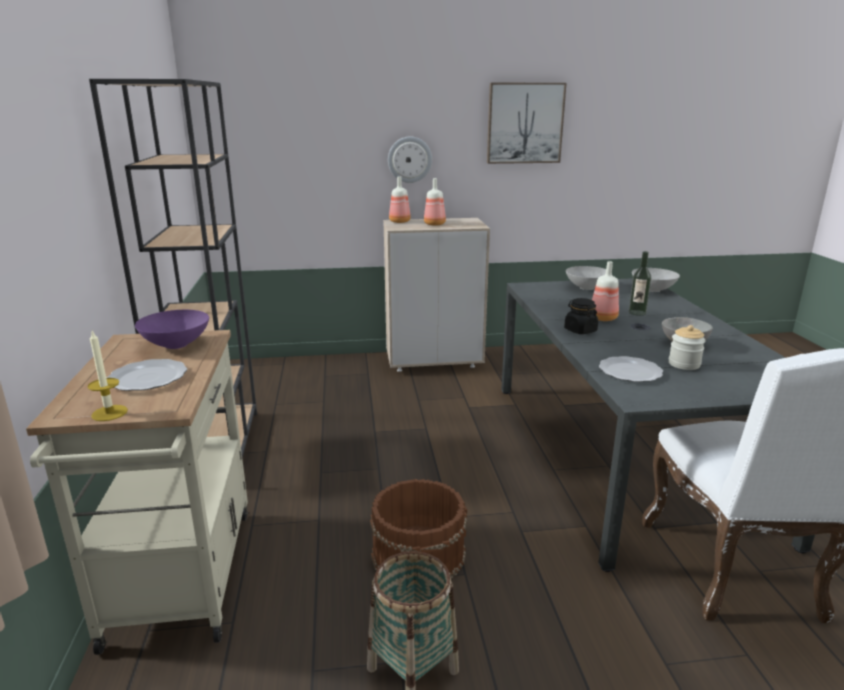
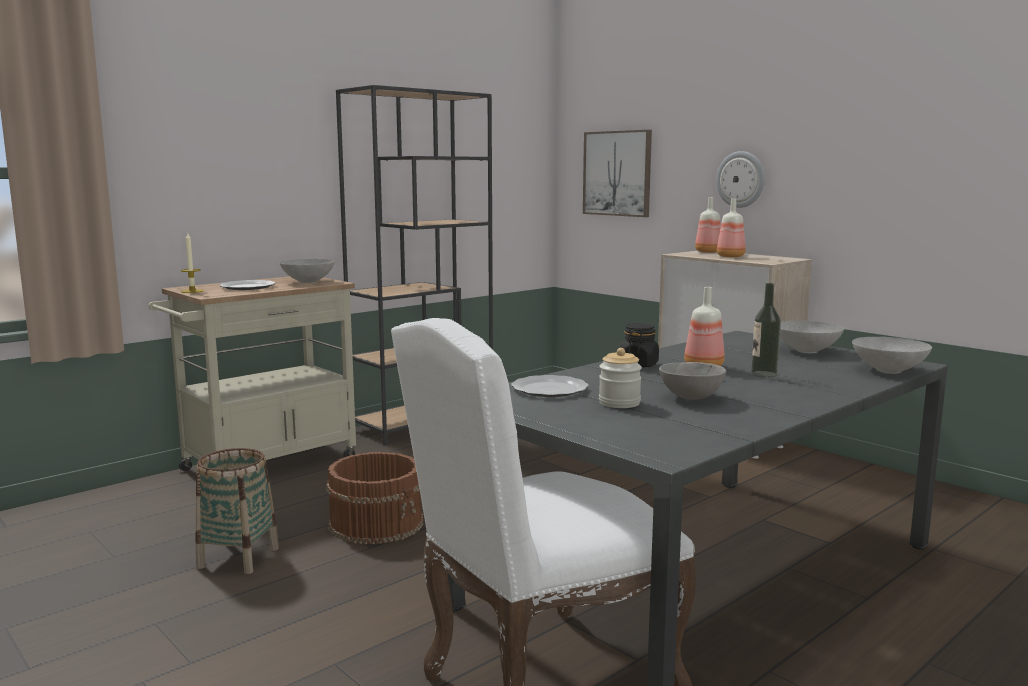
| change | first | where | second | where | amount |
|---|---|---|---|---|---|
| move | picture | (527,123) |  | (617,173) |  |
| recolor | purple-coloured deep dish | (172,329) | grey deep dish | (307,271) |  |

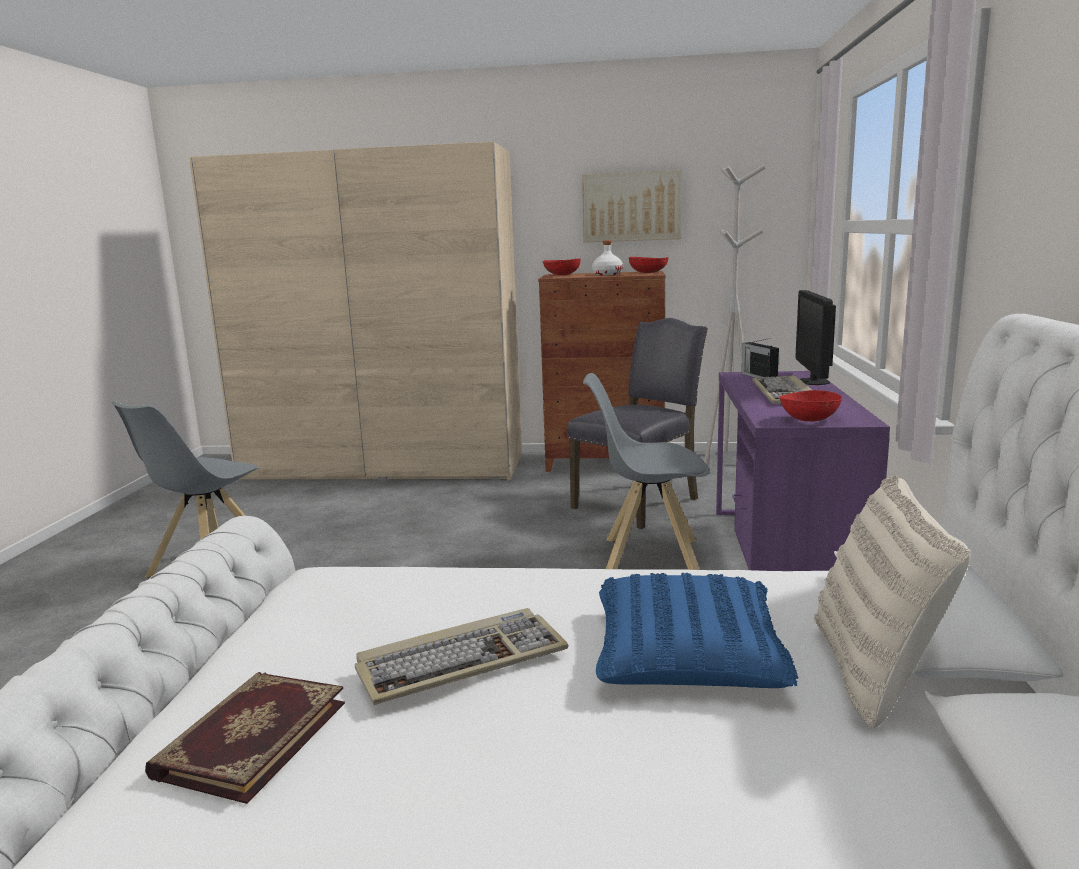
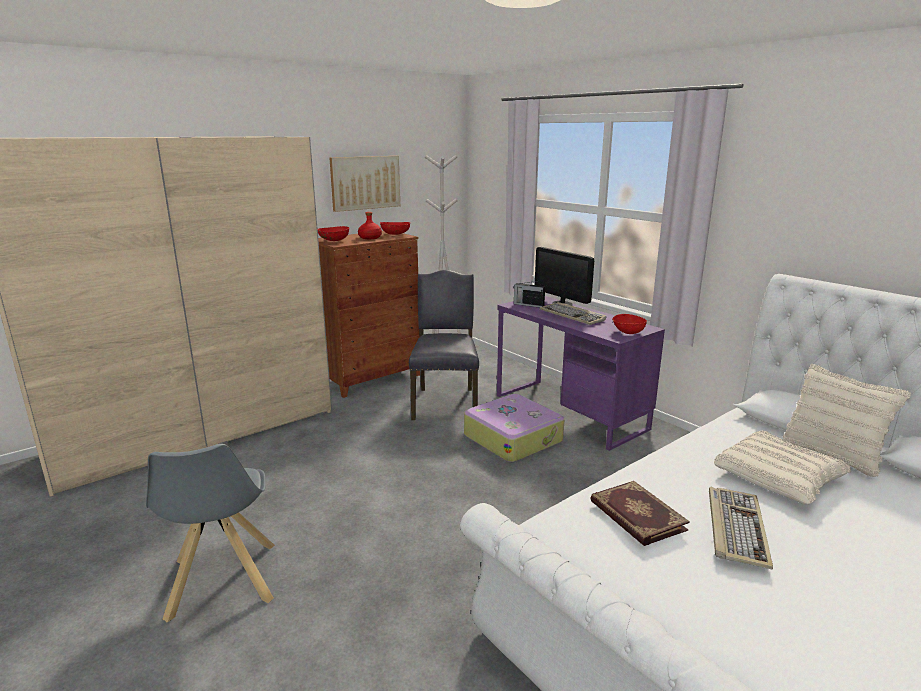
| change | first | where | second | where | amount |
|---|---|---|---|---|---|
| move | volume | (245,738) |  | (640,513) |  |
| replace | grey plain chair | (646,471) | suitcase | (514,428) |  |
| recolor | white drink bottle | (607,257) | reddish drink bottle | (370,225) |  |
| recolor | blue throw pillow | (697,630) | sand-coloured throw pillow | (782,467) |  |

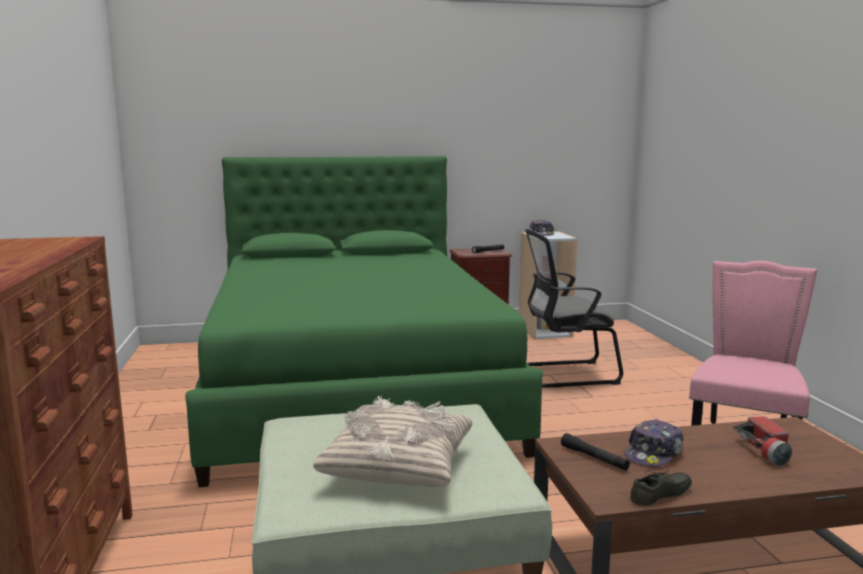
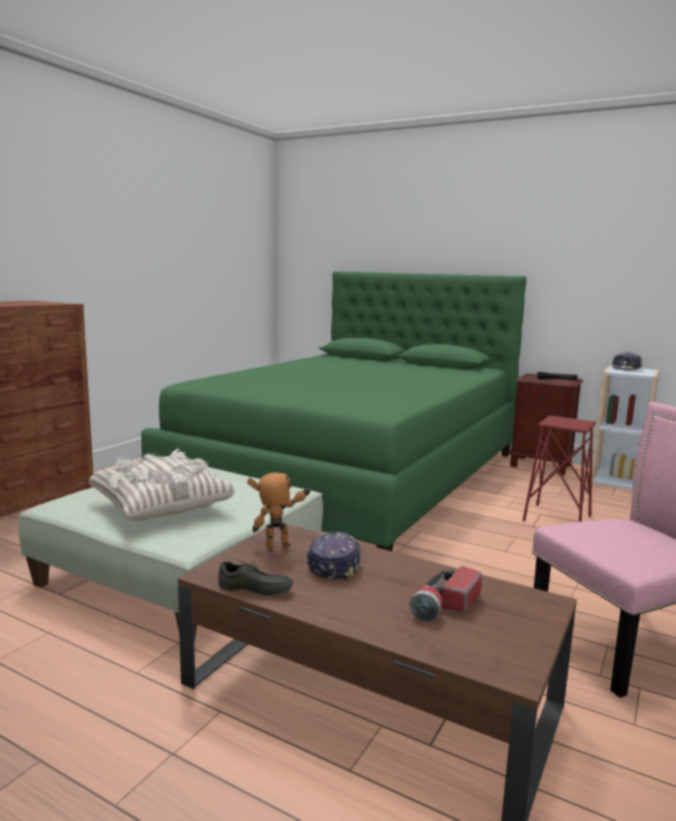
| change | first | where | second | where | amount |
|---|---|---|---|---|---|
| replace | plain chair | (574,308) | reddish sitting stool | (559,469) |  |
| replace | black-coloured hand torch | (595,452) | toy robot | (279,510) |  |
| rotate | cap | (654,443) |  | (334,556) | 105 degrees clockwise |

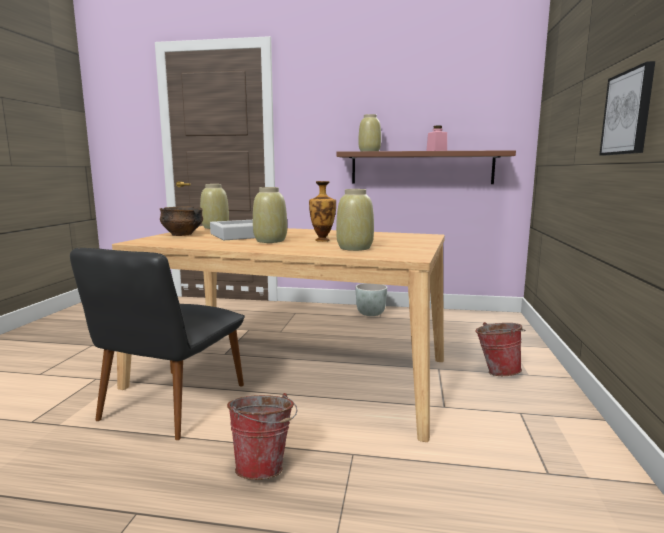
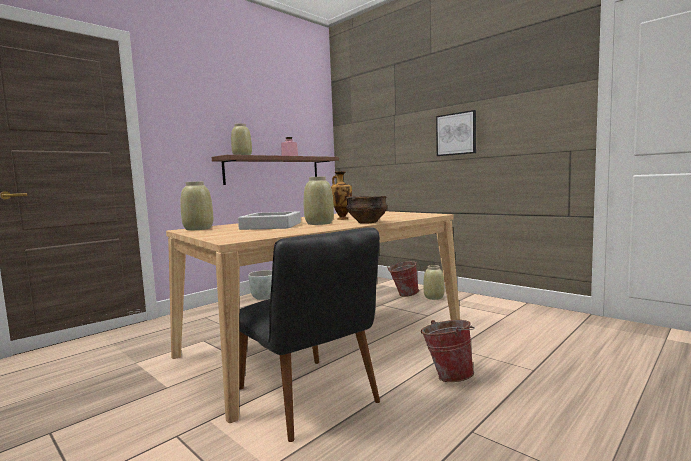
| change | first | where | second | where | amount |
|---|---|---|---|---|---|
| move | deep dish | (181,221) |  | (366,210) |  |
| move | sand-coloured decorative vase | (355,220) |  | (434,282) |  |

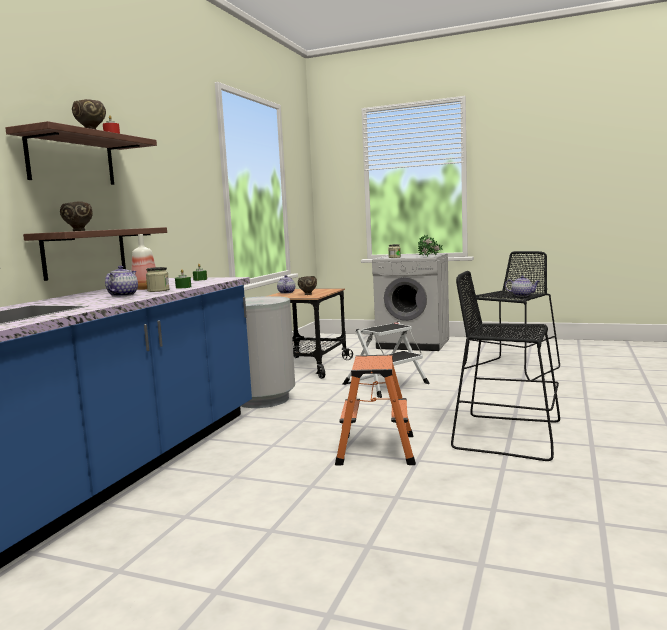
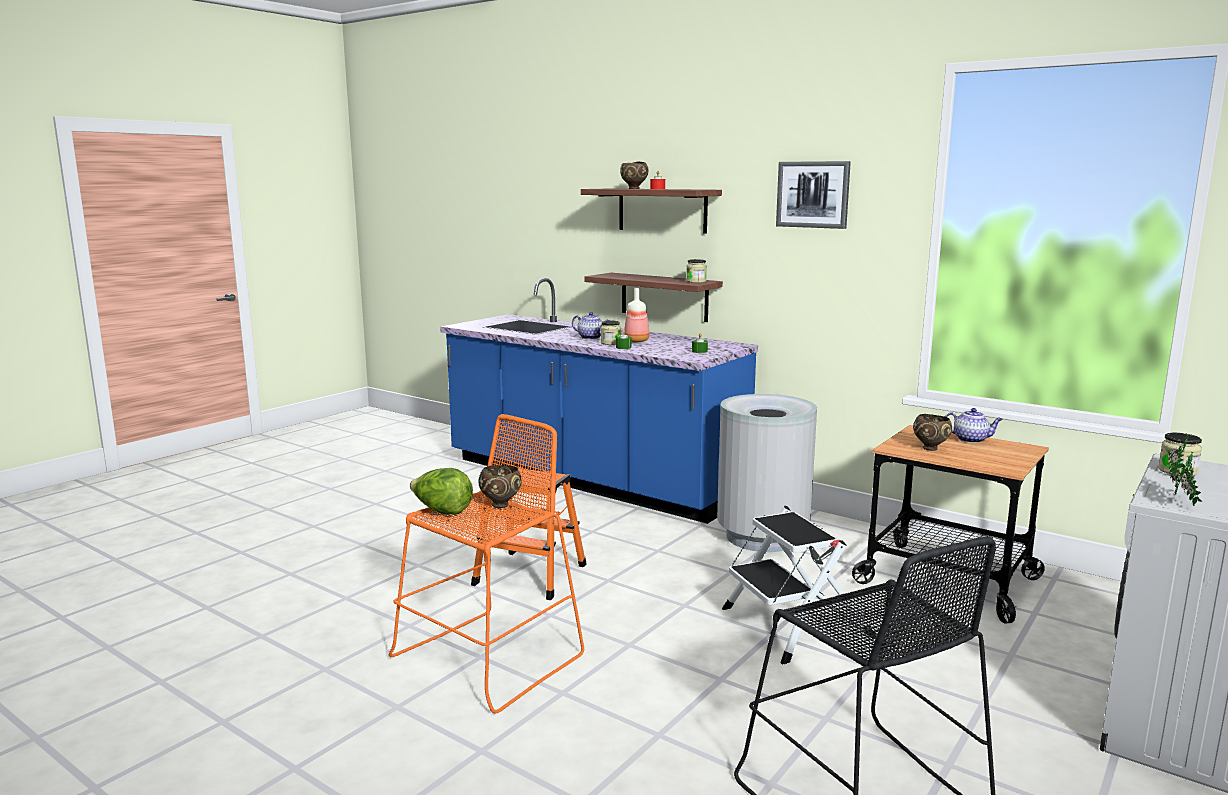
| change | first | where | second | where | amount |
|---|---|---|---|---|---|
| delete | pot for tea | (522,286) |  |  |  |
| insert |  |  | lettuce | (441,491) |  |
| insert |  |  | jar | (696,271) |  |
| insert |  |  | picture | (813,195) |  |
| move | brown-coloured deep dish | (76,216) |  | (500,486) |  |
| recolor | black-coloured sitting stool | (505,366) | orange sitting stool | (486,563) |  |

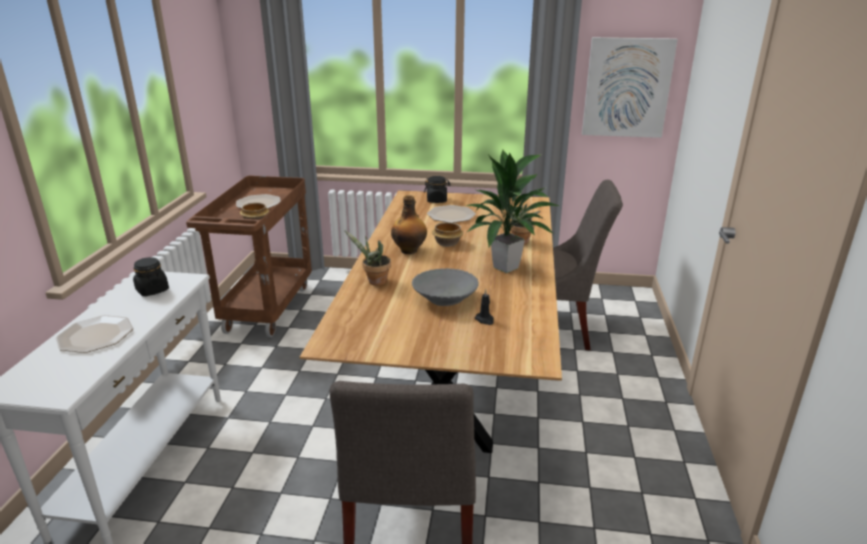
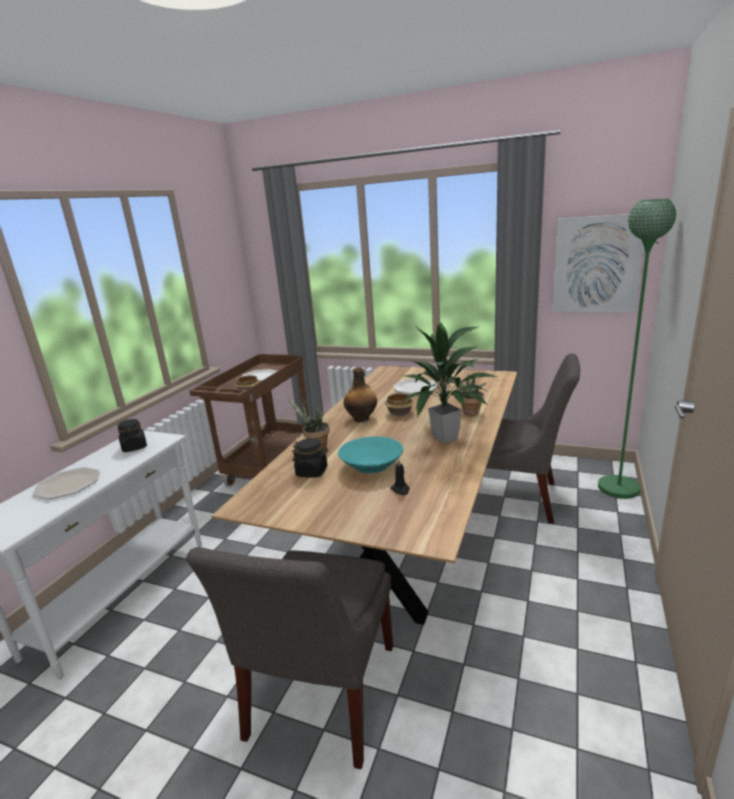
| change | first | where | second | where | amount |
|---|---|---|---|---|---|
| insert |  |  | green standing lamp | (637,349) |  |
| move | black-coloured jar | (437,189) |  | (310,458) |  |
| recolor | grey deep dish | (445,287) | turquoise deep dish | (370,454) |  |

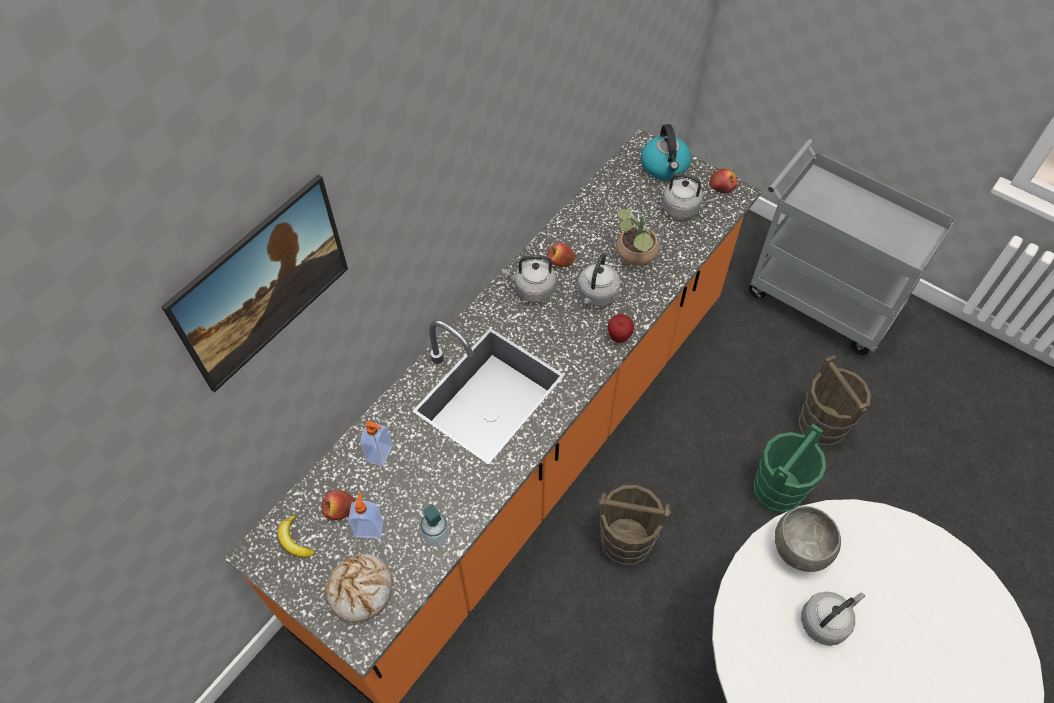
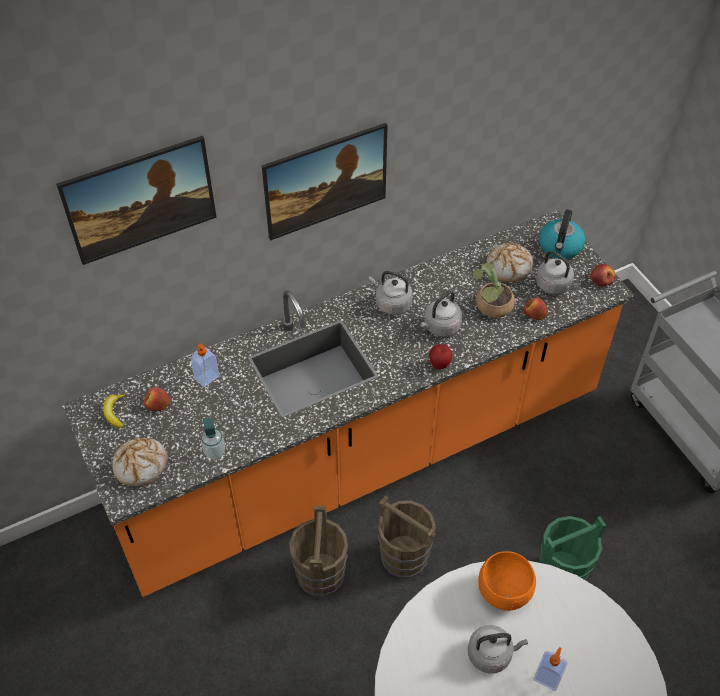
| change | first | where | second | where | amount |
|---|---|---|---|---|---|
| insert |  |  | picture | (325,182) |  |
| insert |  |  | baked bread | (510,262) |  |
| move | soap dispenser | (366,516) |  | (550,669) |  |
| move | whole apple | (561,255) |  | (535,308) |  |
| move | brown-coloured water bucket | (834,401) |  | (318,551) |  |
| recolor | grey deep dish | (808,539) | orange deep dish | (507,581) |  |

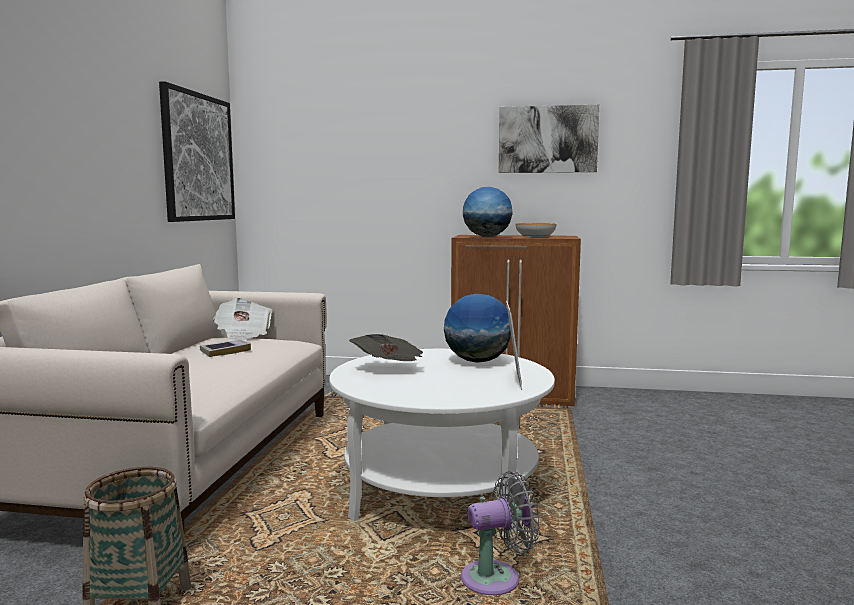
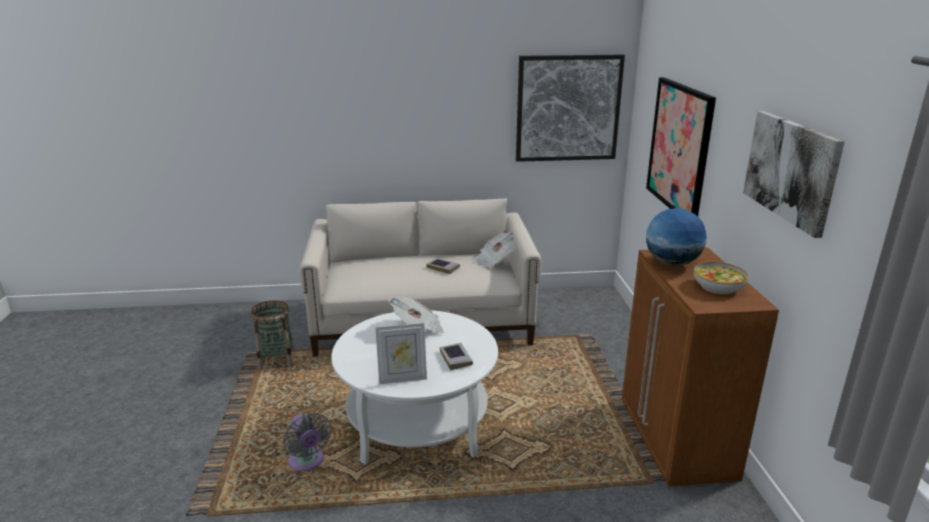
| change | first | where | second | where | amount |
|---|---|---|---|---|---|
| insert |  |  | picture | (681,146) |  |
| replace | desk globe | (477,328) | volume | (456,356) |  |

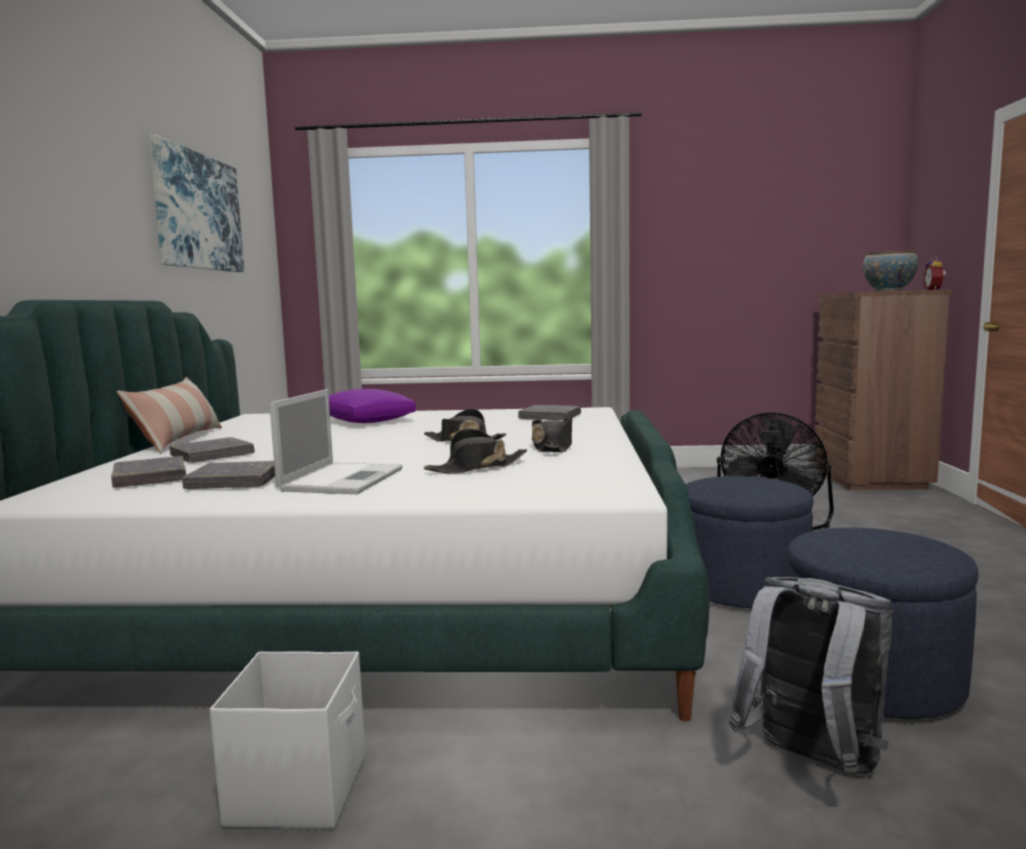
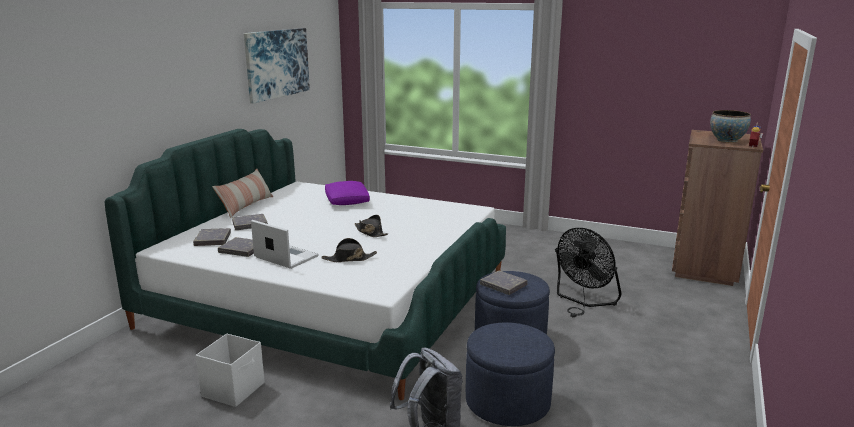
| change | first | where | second | where | amount |
|---|---|---|---|---|---|
| delete | black-coloured wearable hat | (552,433) |  |  |  |
| move | grey volume | (549,412) |  | (503,283) |  |
| rotate | portable computer | (336,441) |  | (284,244) | 90 degrees counterclockwise |

